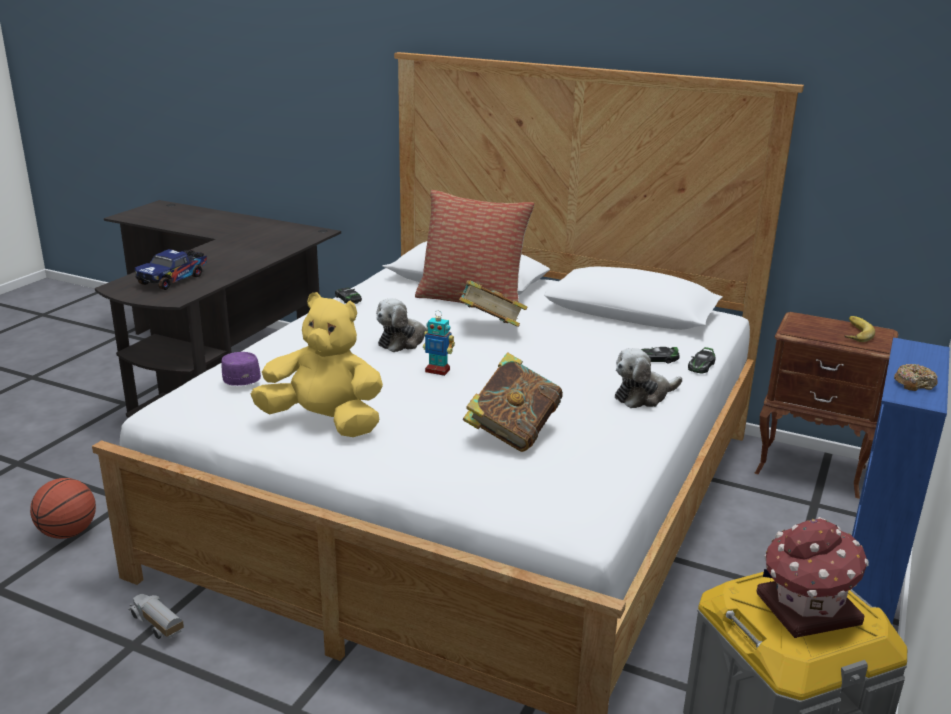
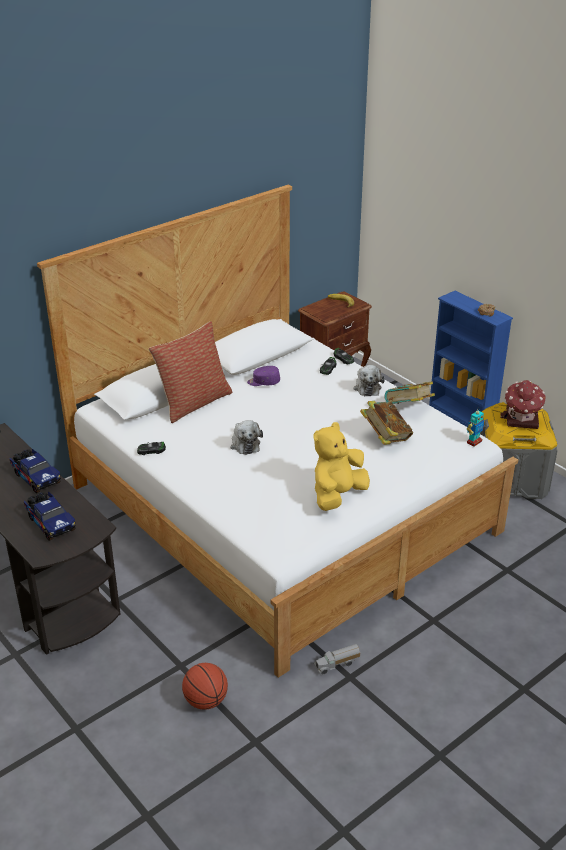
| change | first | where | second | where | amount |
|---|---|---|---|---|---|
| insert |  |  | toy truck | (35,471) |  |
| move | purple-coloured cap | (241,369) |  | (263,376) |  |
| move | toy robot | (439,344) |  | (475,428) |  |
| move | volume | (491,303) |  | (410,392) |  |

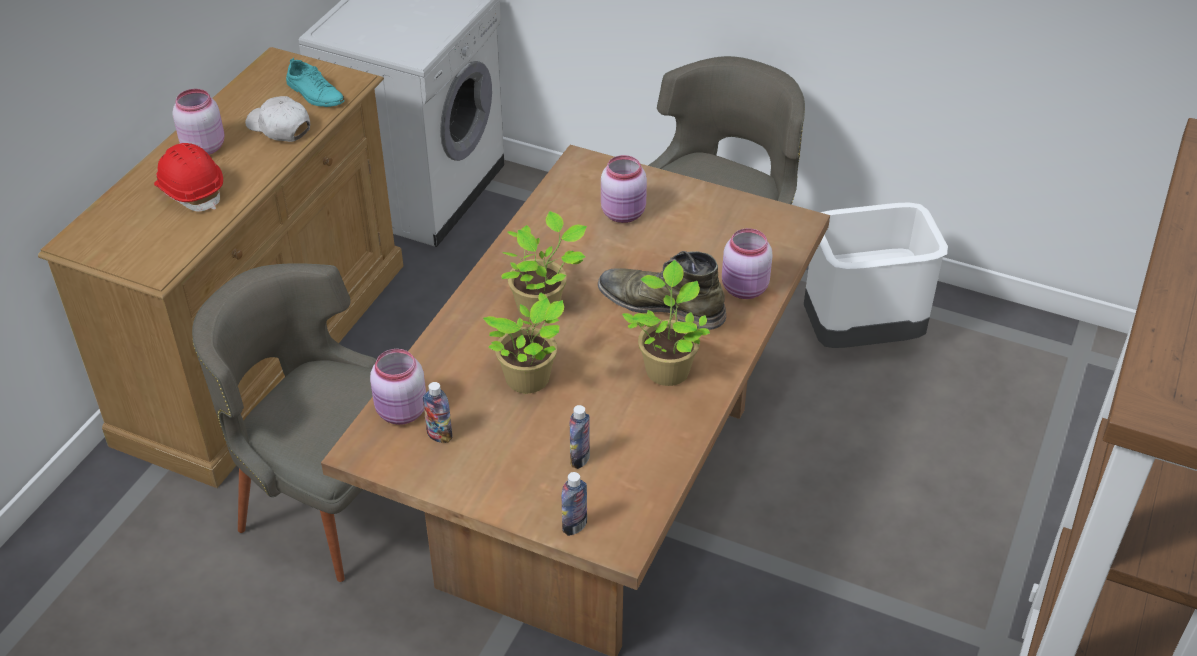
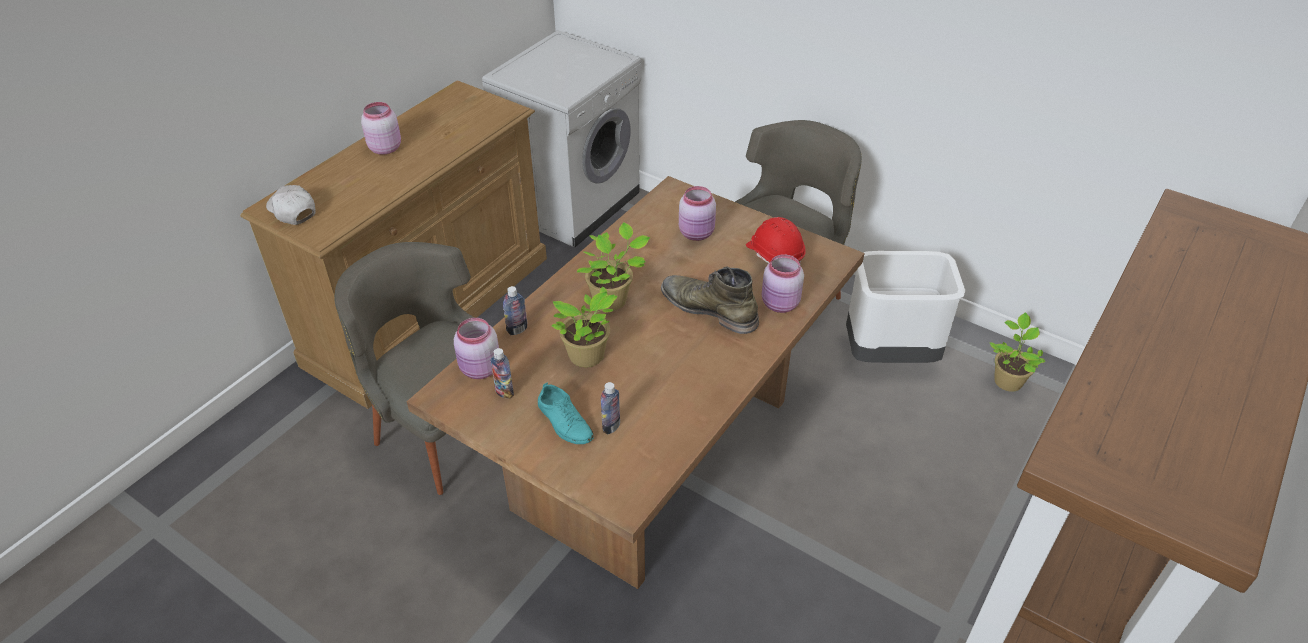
| change | first | where | second | where | amount |
|---|---|---|---|---|---|
| move | reddish work helmet | (188,177) |  | (776,240) |  |
| move | white cap | (277,119) |  | (291,205) |  |
| move | turquoise shoe | (315,82) |  | (566,413) |  |
| move | drink bottle | (574,504) |  | (515,310) |  |
| move | potted plant | (666,323) |  | (1018,352) |  |

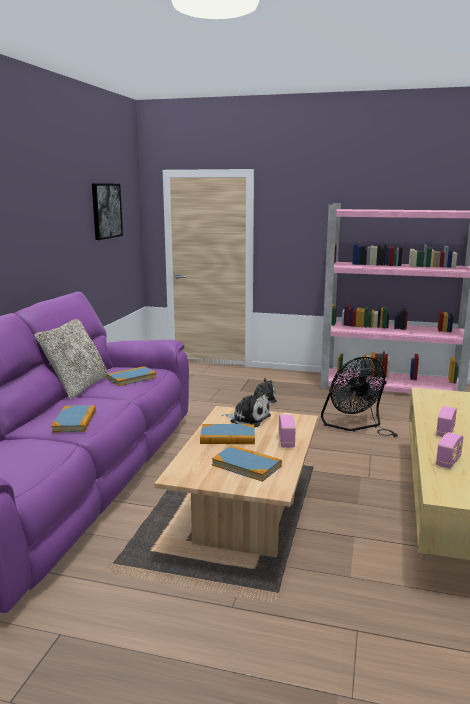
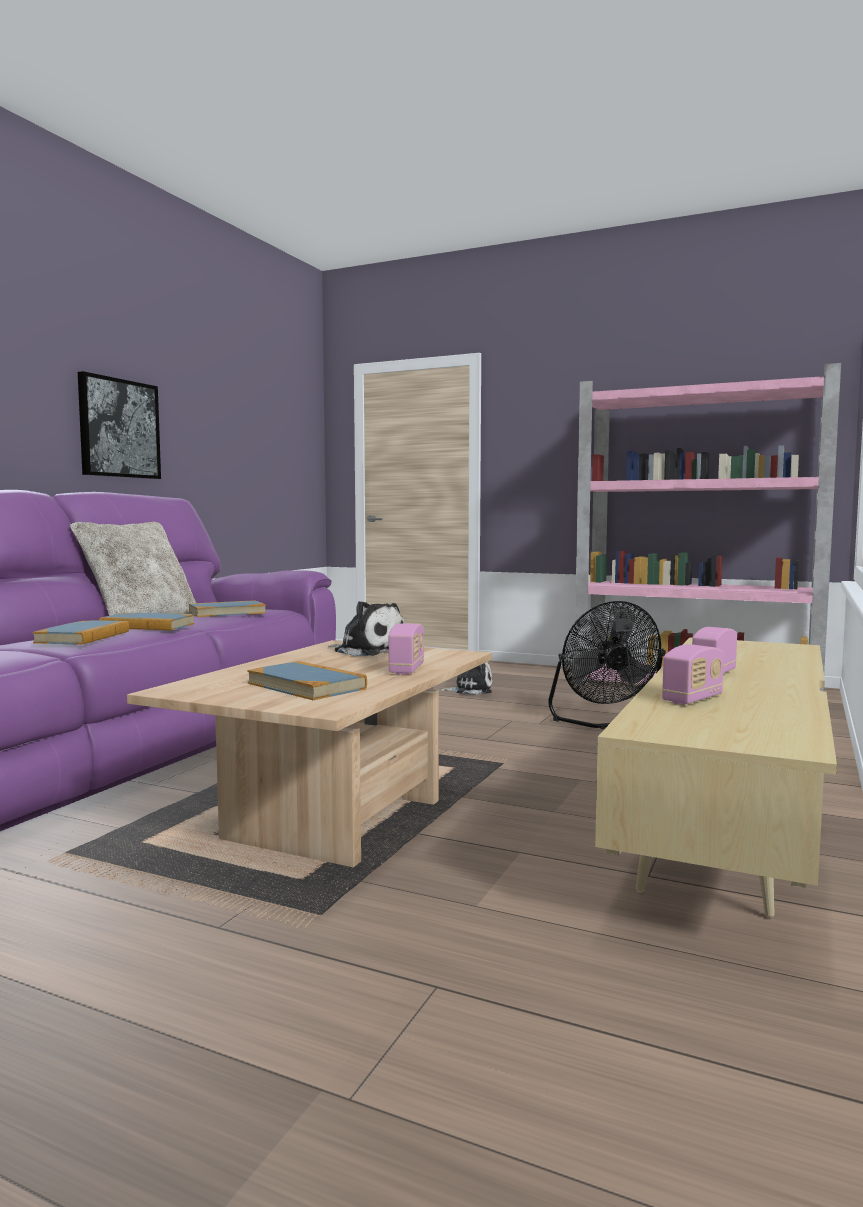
| change | first | where | second | where | amount |
|---|---|---|---|---|---|
| move | picture | (107,211) |  | (119,425) |  |
| move | volume | (227,434) |  | (146,621) |  |

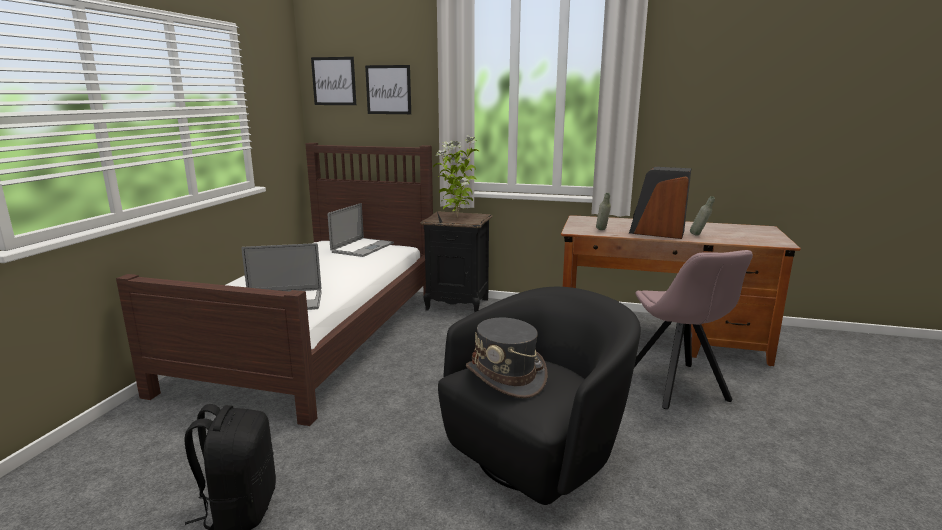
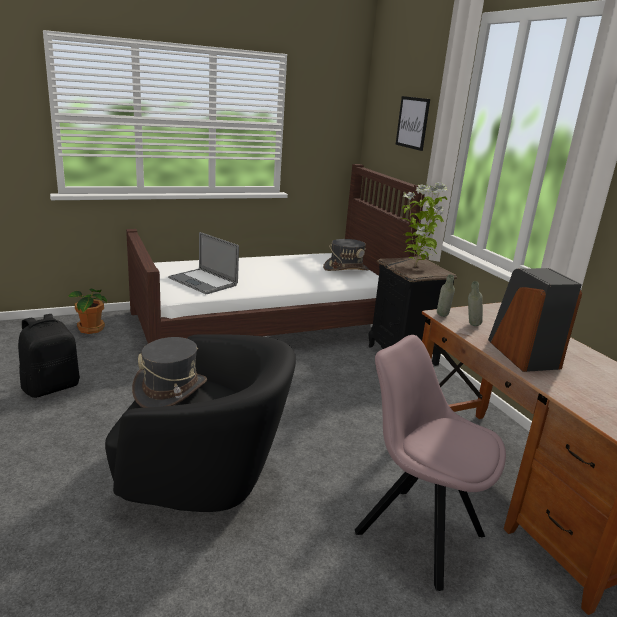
| change | first | where | second | where | amount |
|---|---|---|---|---|---|
| delete | picture | (333,81) |  |  |  |
| insert |  |  | potted plant | (87,311) |  |
| move | grey drink bottle | (702,216) |  | (446,295) |  |
| replace | portable computer | (361,230) | grey wearable hat | (346,255) |  |
| rotate | pink plain chair | (693,329) |  | (430,463) | 90 degrees clockwise |

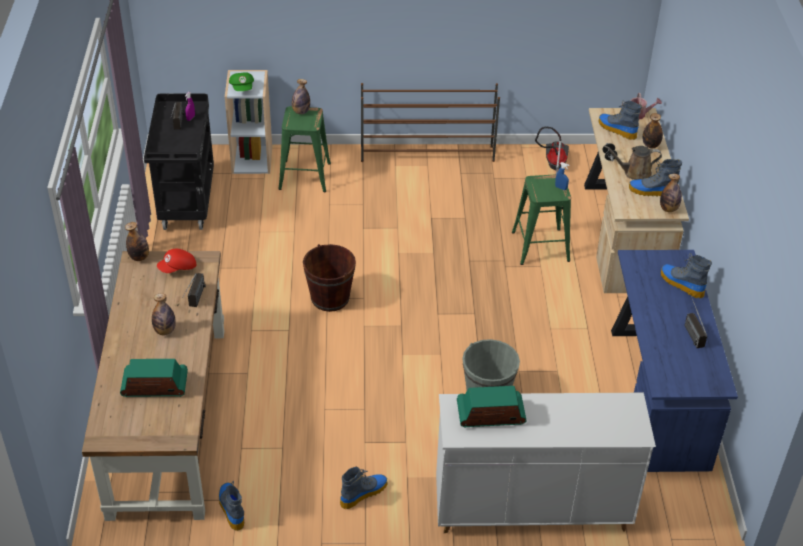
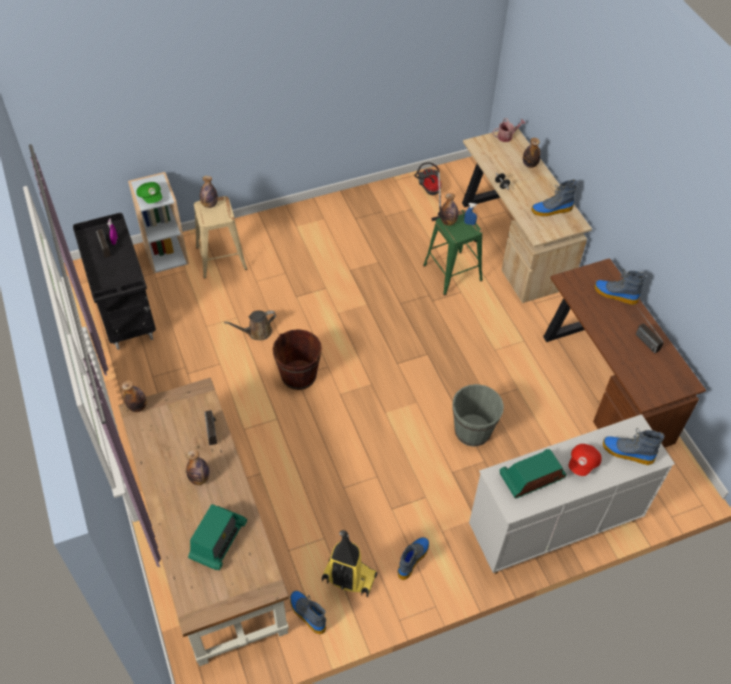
| change | first | where | second | where | amount |
|---|---|---|---|---|---|
| delete | brown-coloured shoe shelf | (430,122) |  |  |  |
| insert |  |  | vacuum | (349,563) |  |
| move | reddish cap | (176,261) |  | (585,460) |  |
| move | high-top boot | (620,120) |  | (633,446) |  |
| move | brown-coloured watering pot | (633,163) |  | (250,325) |  |
| move | drink bottle | (671,193) |  | (449,209) |  |
| recolor | green sitting stool | (304,149) | sand-coloured sitting stool | (220,237) |  |
| recolor | blue desk unit | (674,361) | brown-coloured desk unit | (624,353) |  |
| rotate | radio | (154,378) |  | (217,537) | 135 degrees clockwise |

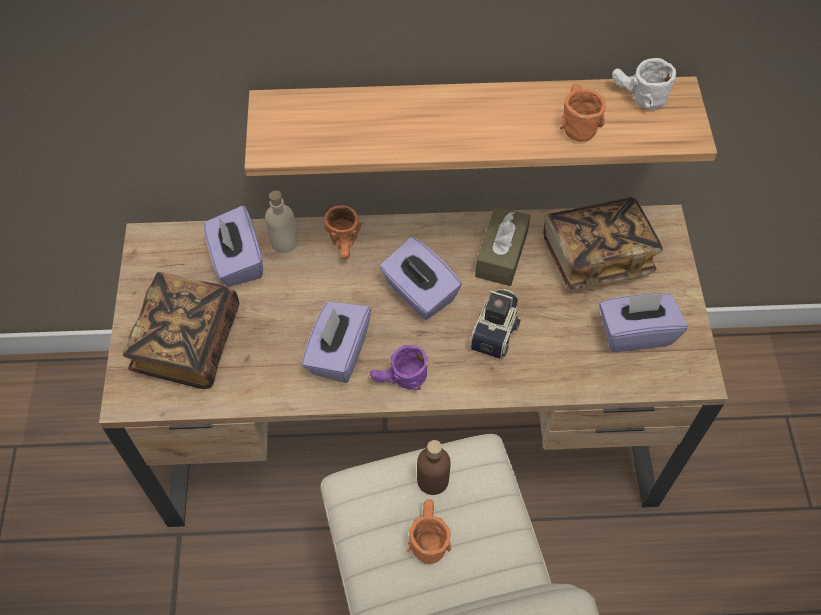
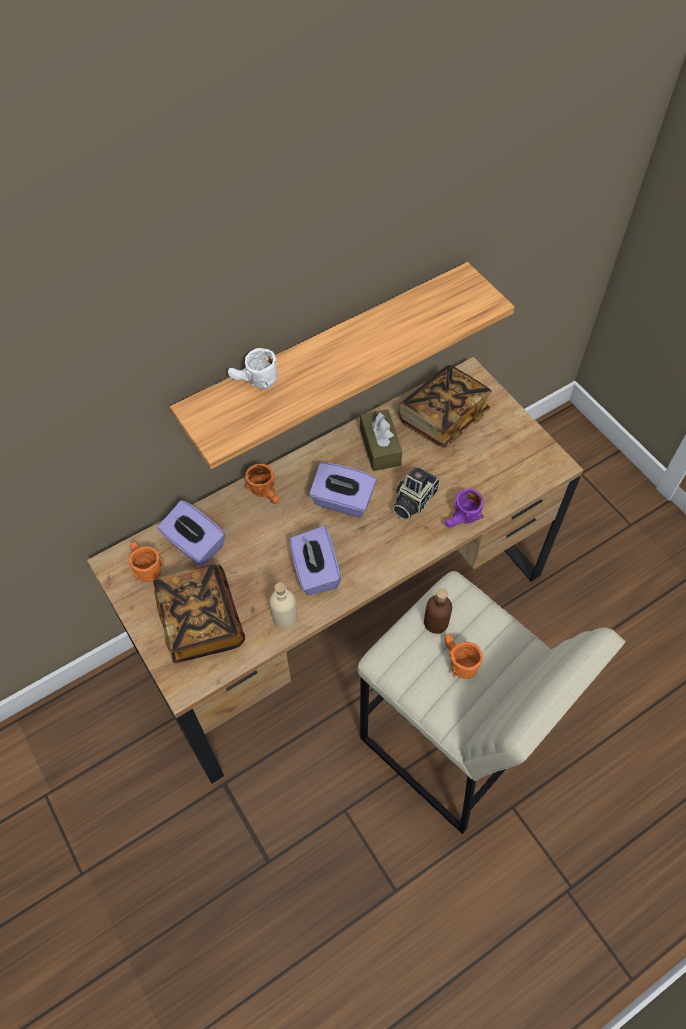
| change | first | where | second | where | amount |
|---|---|---|---|---|---|
| delete | purple-coloured tissue box | (643,322) |  |  |  |
| move | sand-coloured drink bottle | (281,221) |  | (284,605) |  |
| move | purple-coloured mug | (399,367) |  | (464,508) |  |
| move | orange mug | (583,113) |  | (146,562) |  |
| move | white mug | (644,84) |  | (252,368) |  |
| rotate | photo camera | (495,324) |  | (416,493) | 135 degrees counterclockwise |

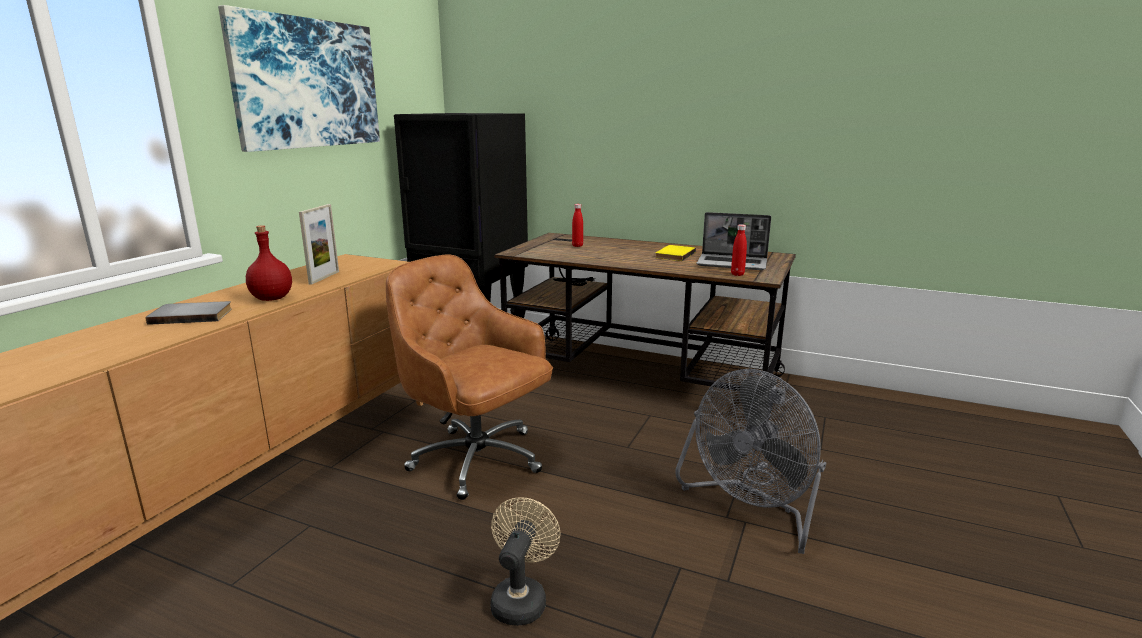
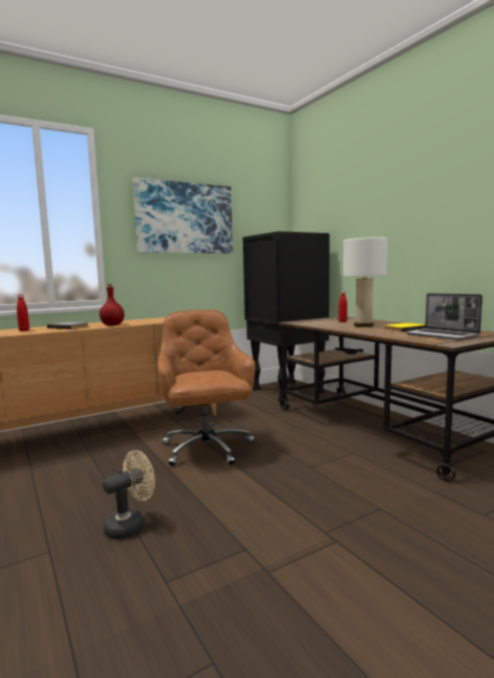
| change | first | where | second | where | amount |
|---|---|---|---|---|---|
| delete | picture frame | (319,244) |  |  |  |
| delete | grey cooling fan | (750,461) |  |  |  |
| insert |  |  | white lamp for a table | (365,282) |  |
| move | reddish drink bottle | (739,250) |  | (23,312) |  |

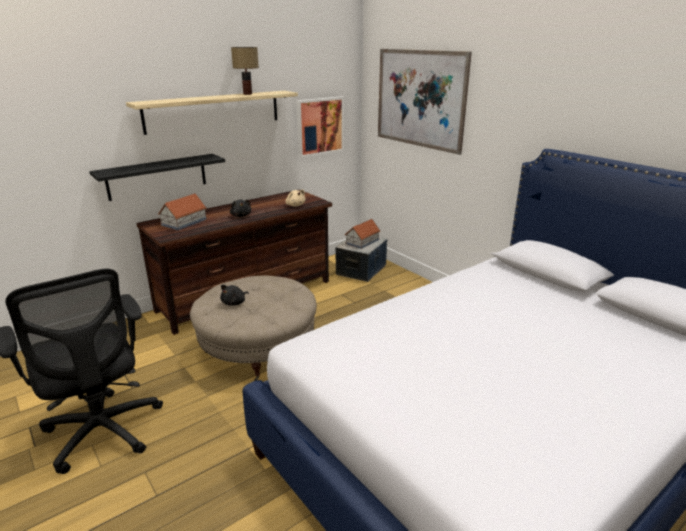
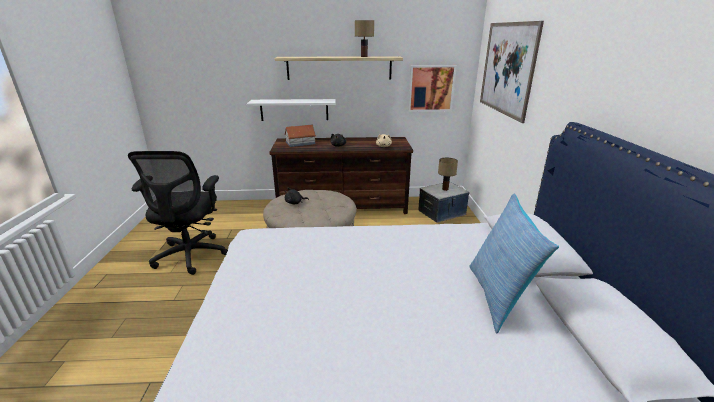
| change | first | where | second | where | amount |
|---|---|---|---|---|---|
| insert |  |  | throw pillow | (514,263) |  |
| replace | miniature house | (363,234) | lamp for a table | (448,174) |  |
| recolor | black-coloured shelf | (157,177) | white shelf | (291,110) |  |

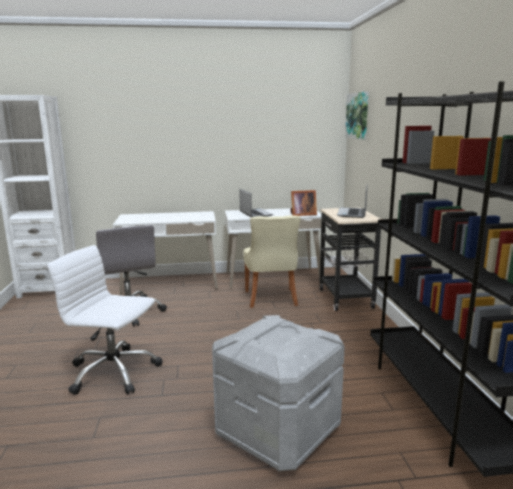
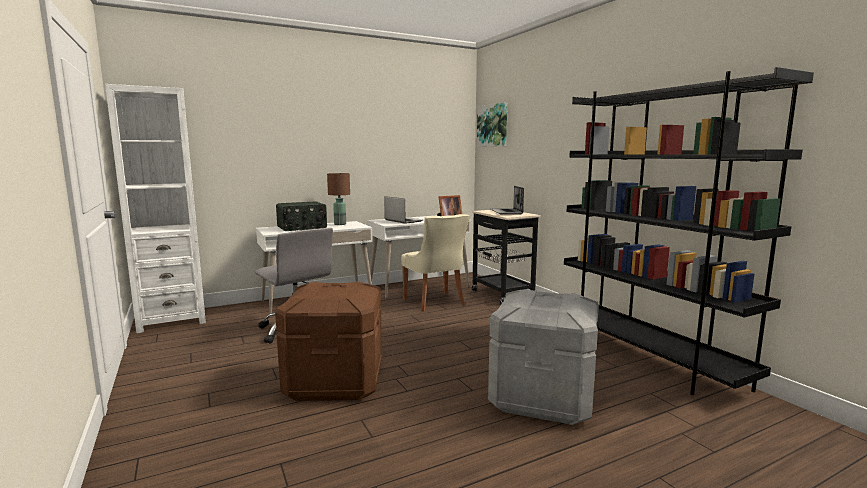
| change | first | where | second | where | amount |
|---|---|---|---|---|---|
| insert |  |  | radio | (301,216) |  |
| insert |  |  | brown-coloured lamp for a table | (338,199) |  |
| replace | white desk chair | (105,320) | brown-coloured storage container | (328,341) |  |

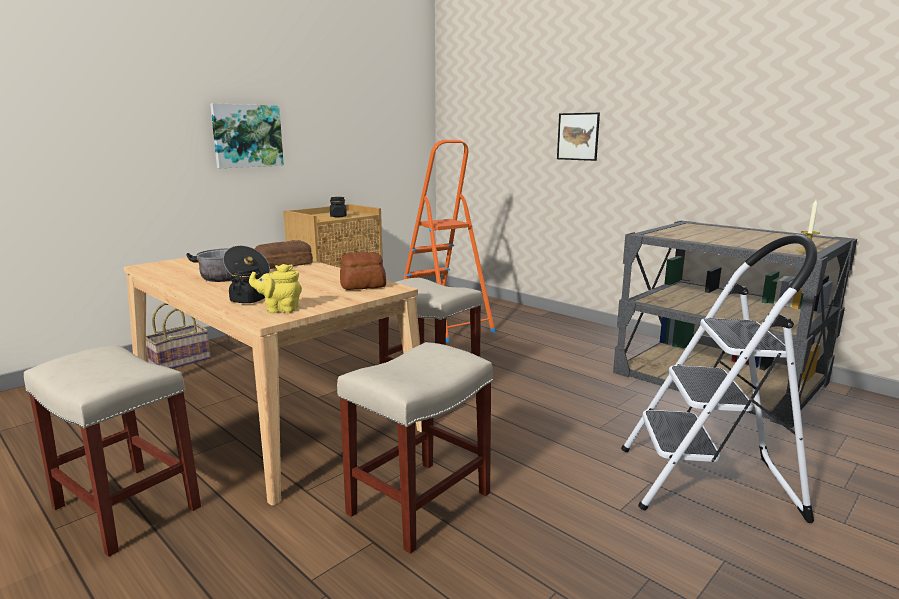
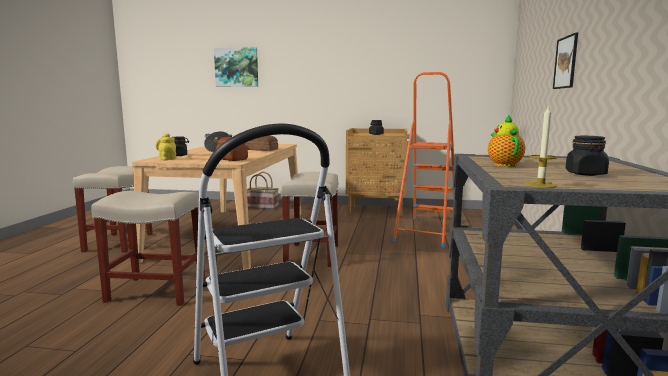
| change | first | where | second | where | amount |
|---|---|---|---|---|---|
| insert |  |  | pot for tea | (506,141) |  |
| insert |  |  | black-coloured jar | (587,156) |  |
| move | picture | (247,135) |  | (236,67) |  |

